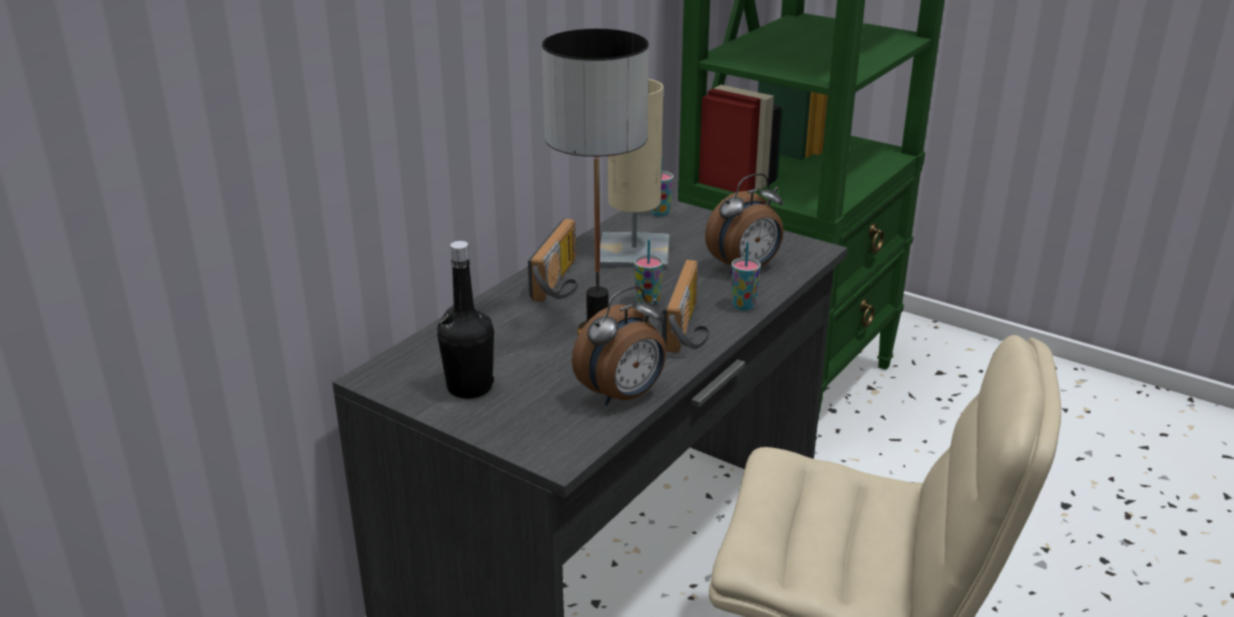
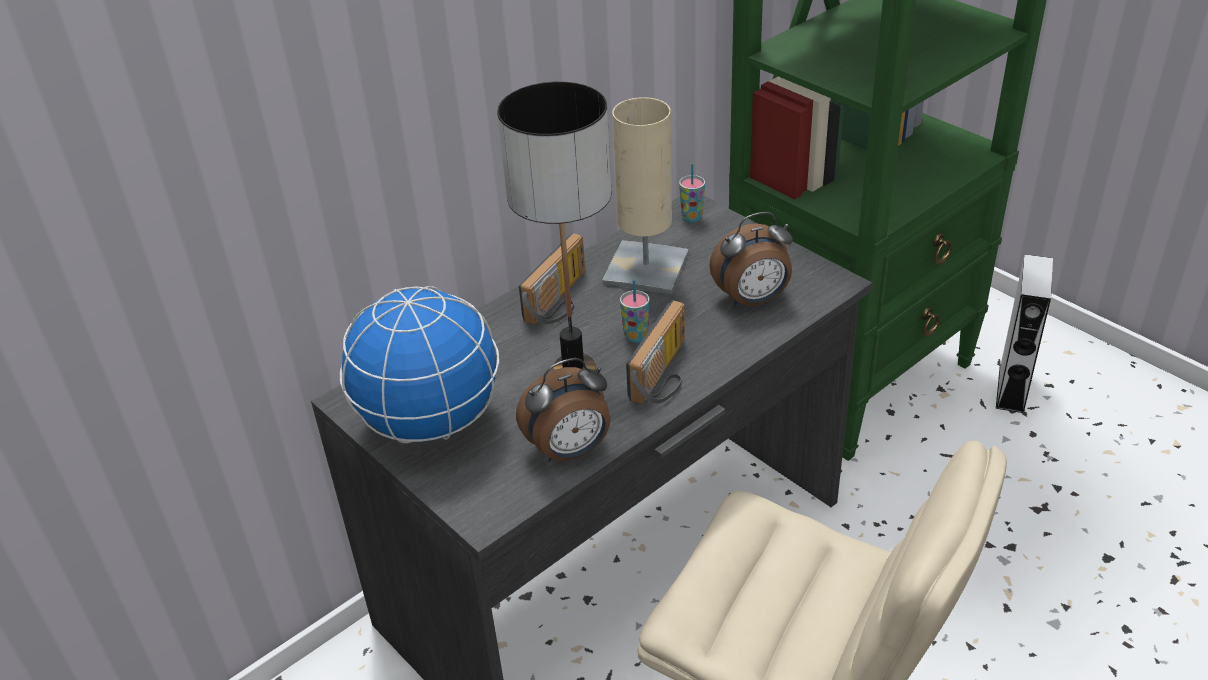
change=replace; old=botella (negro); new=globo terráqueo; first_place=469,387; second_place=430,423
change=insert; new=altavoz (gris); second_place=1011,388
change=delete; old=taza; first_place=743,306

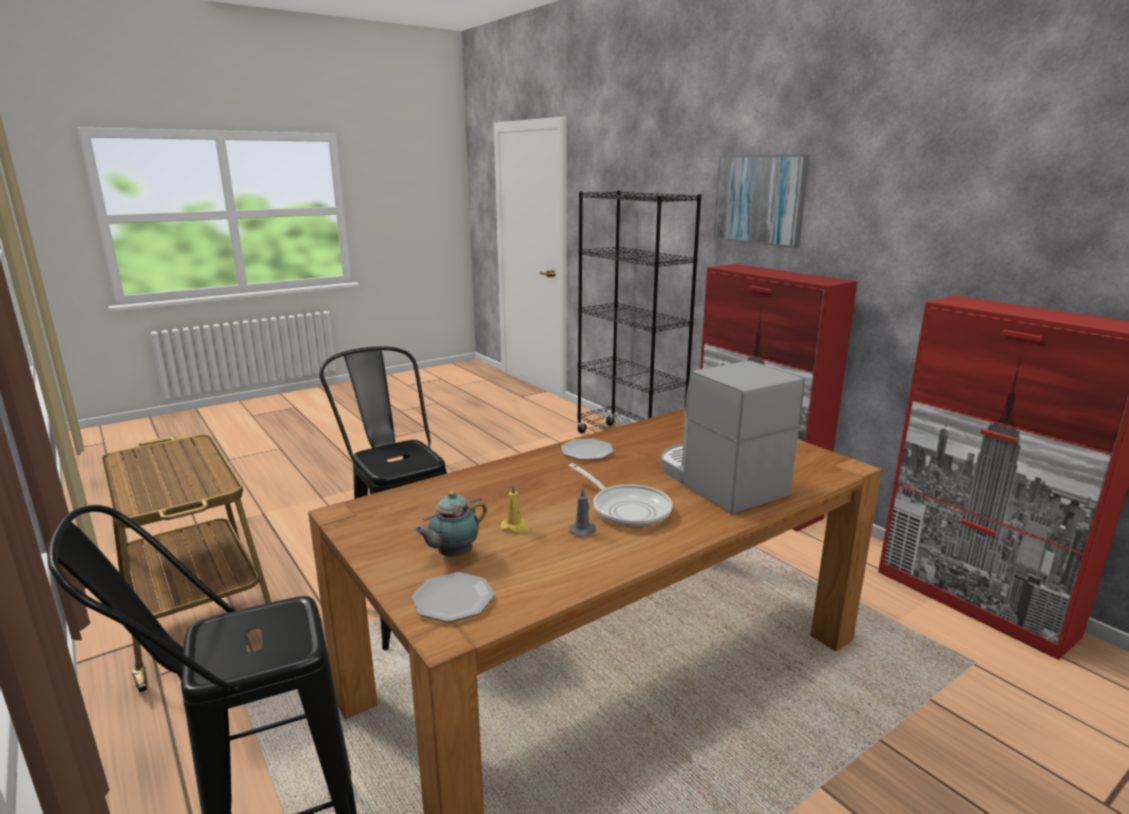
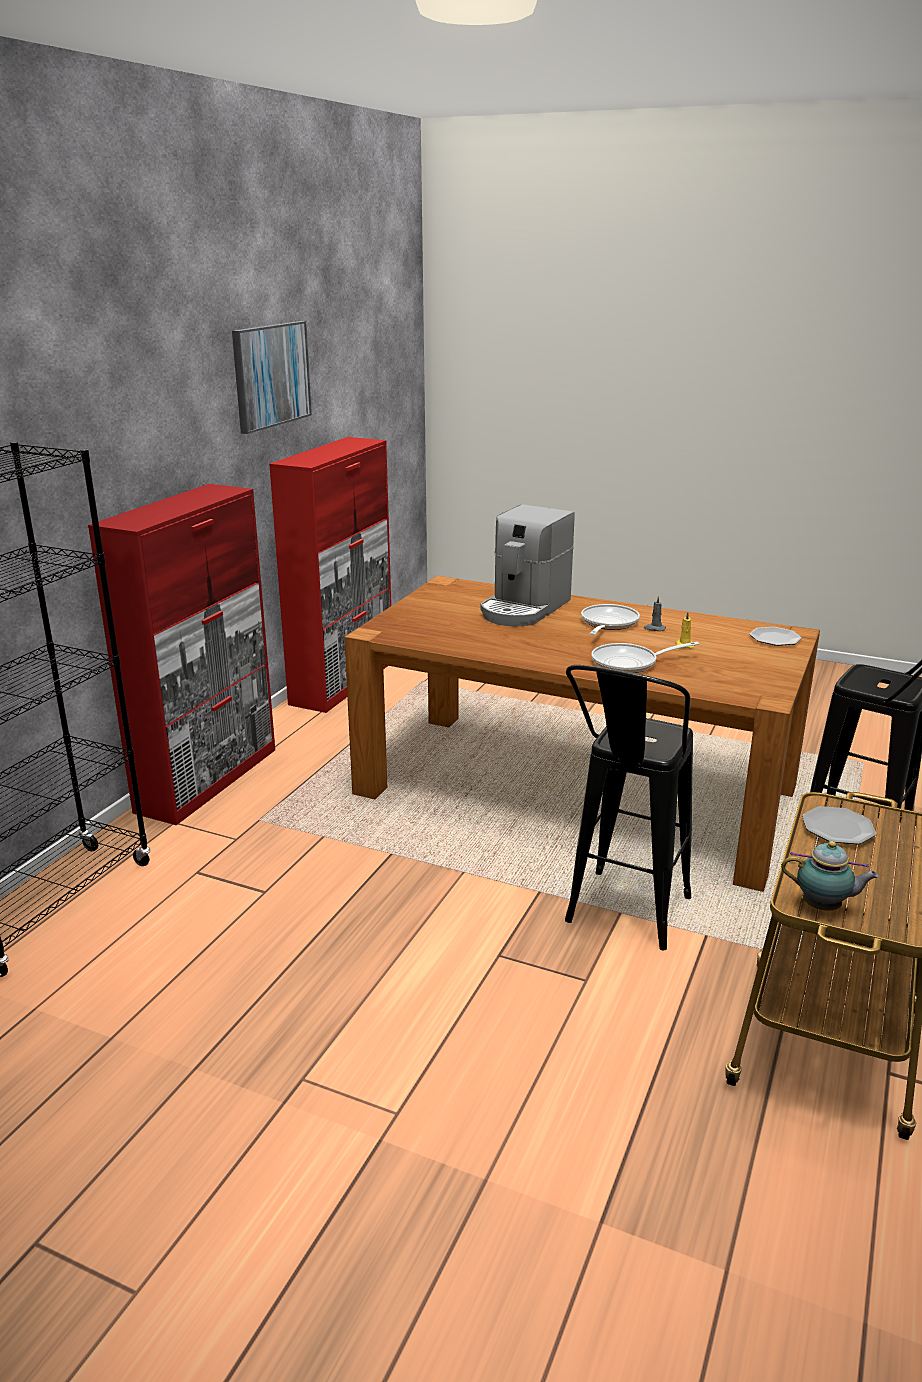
change=move; old=cuadro; first_place=760,199; second_place=271,375
change=insert; new=sartén; second_place=629,663
change=move; old=tetera; first_place=453,555; second_place=824,907
change=move; old=plato; first_place=586,451; second_place=838,828

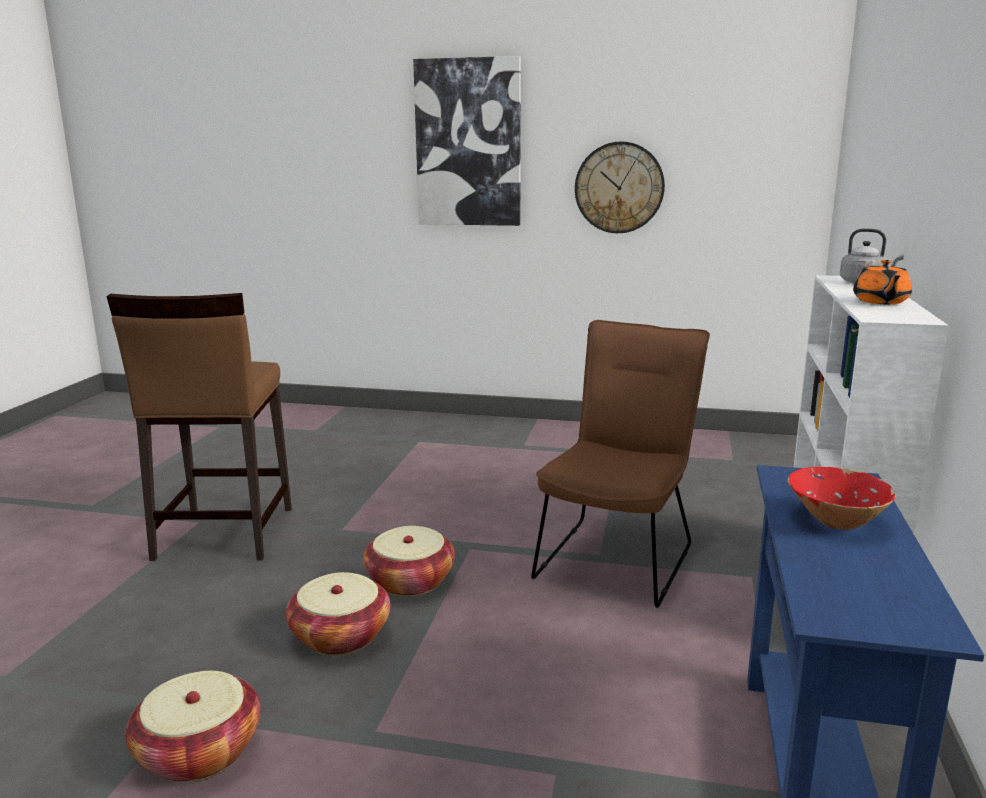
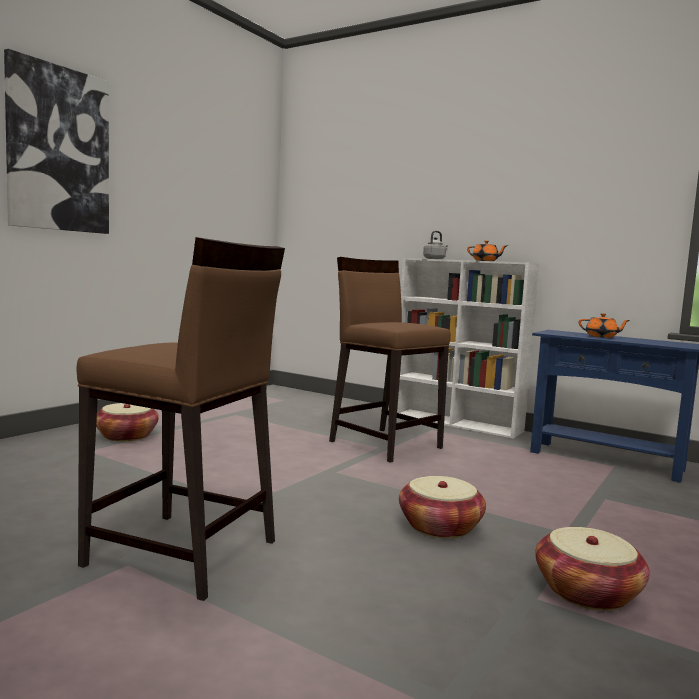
change=move; old=cesta; first_place=410,581; second_place=126,436
change=replace; old=silla (marrón); new=taburete (marrón); first_place=619,556; second_place=385,444
change=replace; old=cuenco (rojo); new=tetera (naranja); first_place=836,520; second_place=602,336
change=delete; old=reloj de pared; first_place=619,187

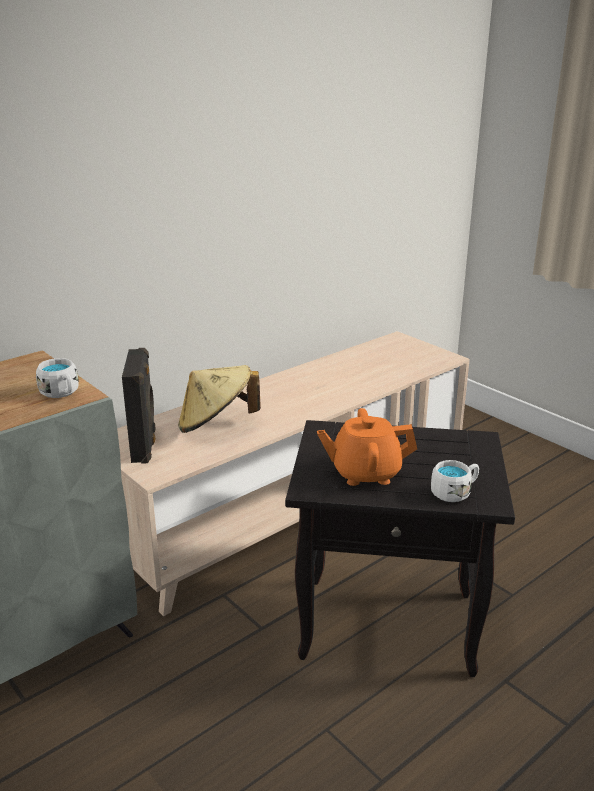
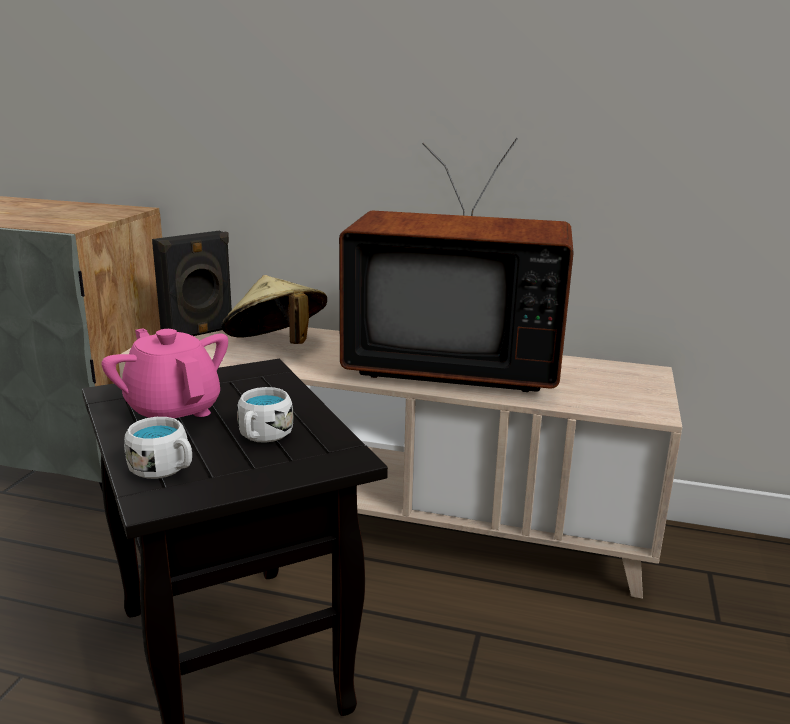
change=recolor; old=tetera (naranja); new=tetera (rosa); first_place=365,473; second_place=173,410
change=move; old=taza grande (blanco); first_place=61,393; second_place=262,436
change=insert; new=televisor; second_place=452,366

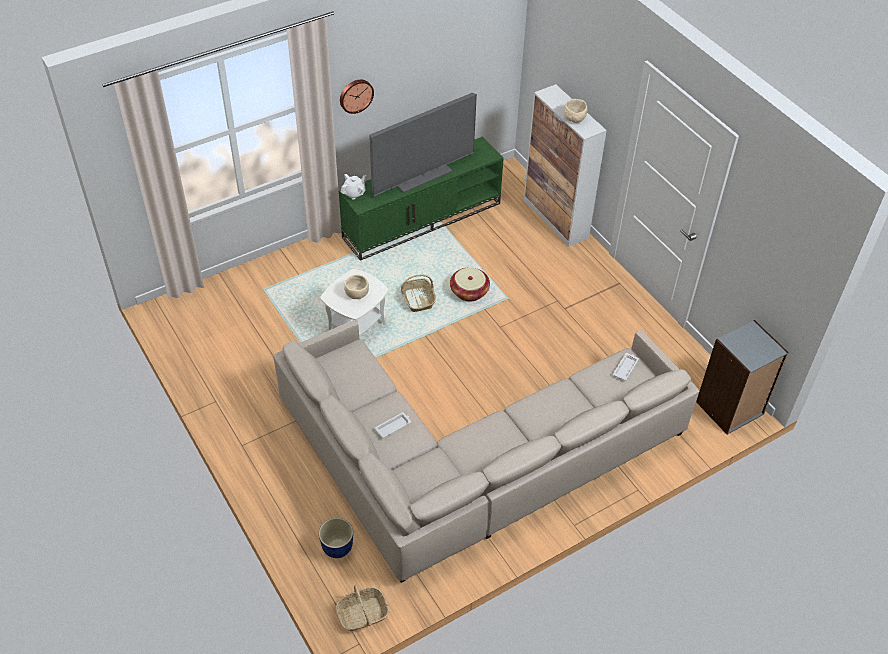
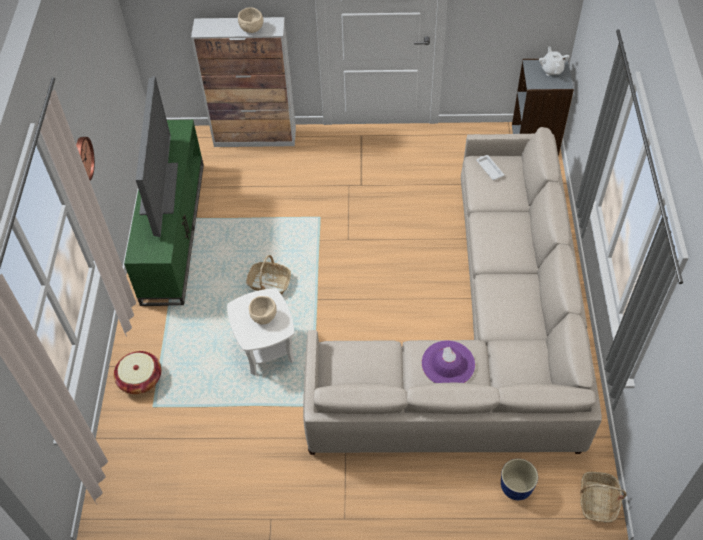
change=move; old=cesta; first_place=469,291; second_place=140,379
change=replace; old=bandeja (blanco); new=sombrero (morado); first_place=393,426; second_place=448,363
change=move; old=tetera (blanco); first_place=354,193; second_place=551,70

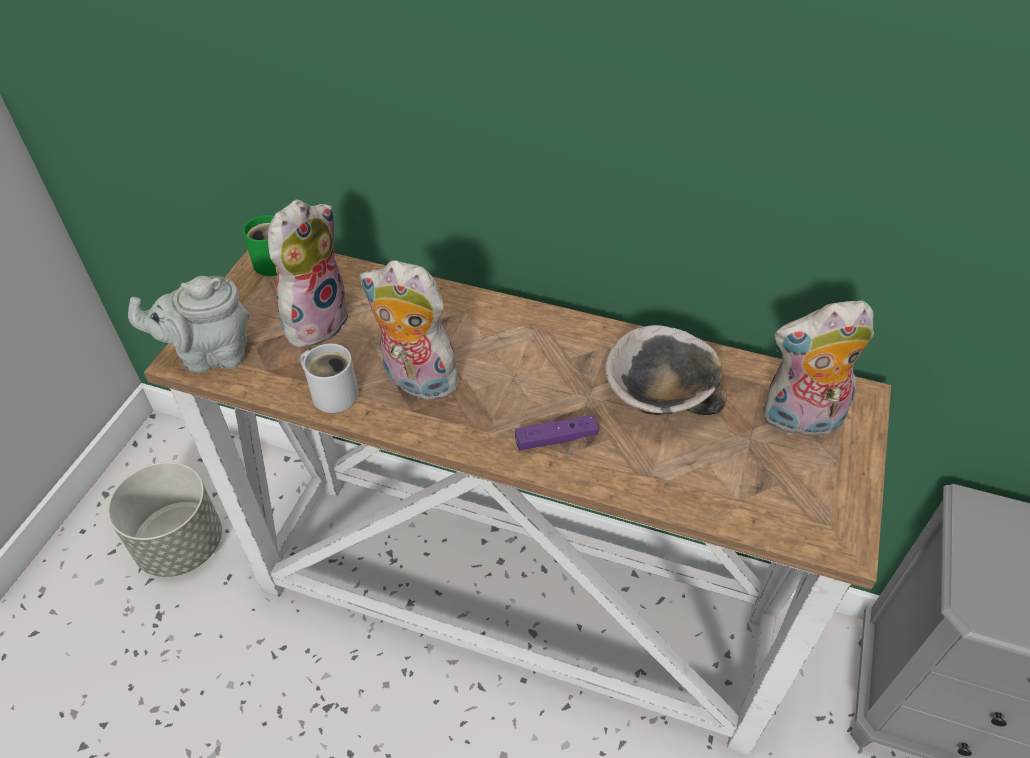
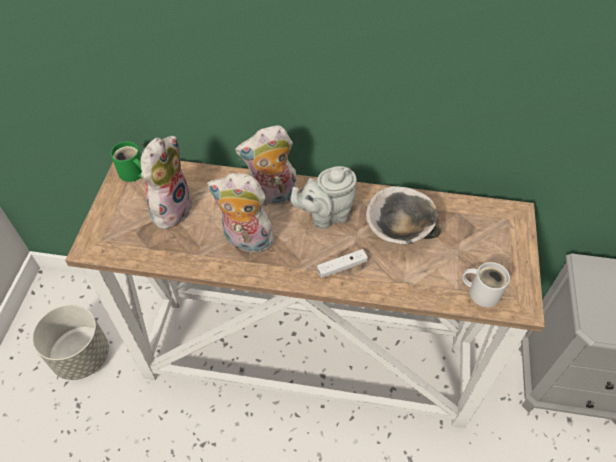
change=move; old=peluche; first_place=800,421; second_place=272,197
change=move; old=tetera (gris); first_place=210,355; second_place=326,215
change=recolor; old=mando de consola (morado); new=mando de consola (blanco); first_place=556,439; second_place=342,267
change=move; old=taza grande (blanco); first_place=333,392; second_place=481,291

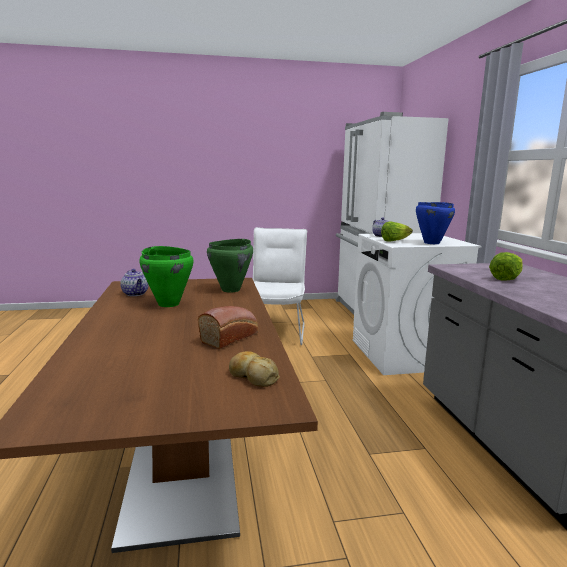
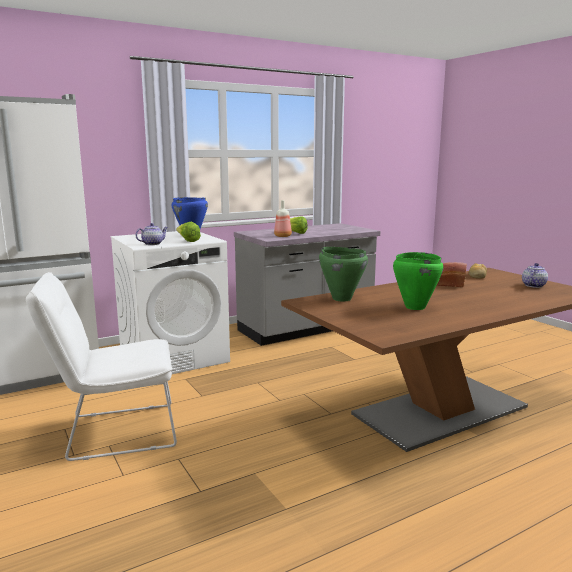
change=insert; new=botella; second_place=283,236
change=move; old=tetera; first_place=135,294; second_place=533,285

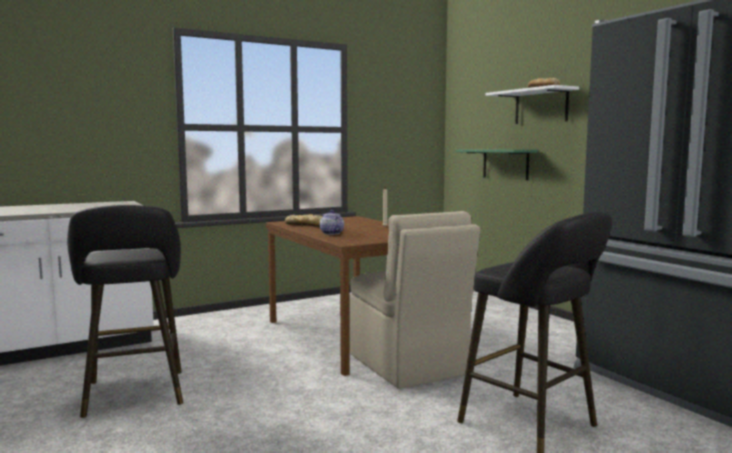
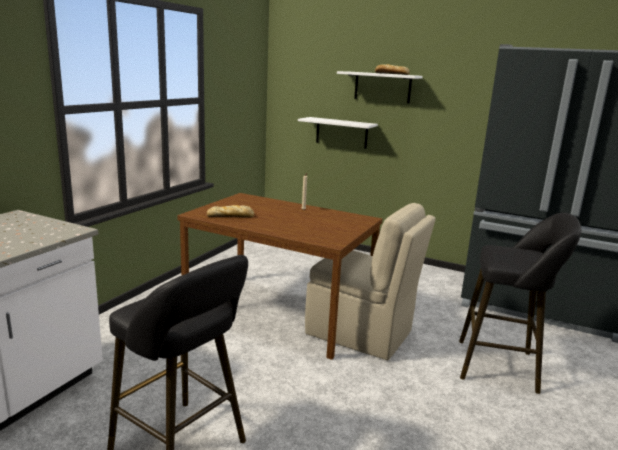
change=recolor; old=estante (verde); new=estante (blanco); first_place=505,164; second_place=341,132
change=delete; old=tetera; first_place=331,233

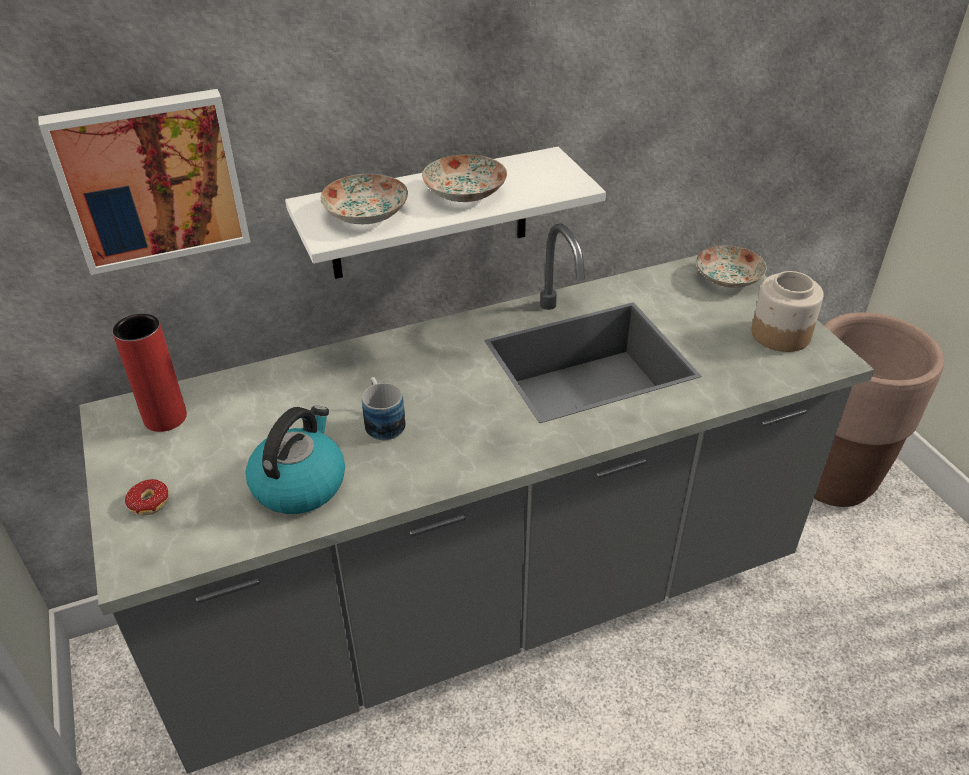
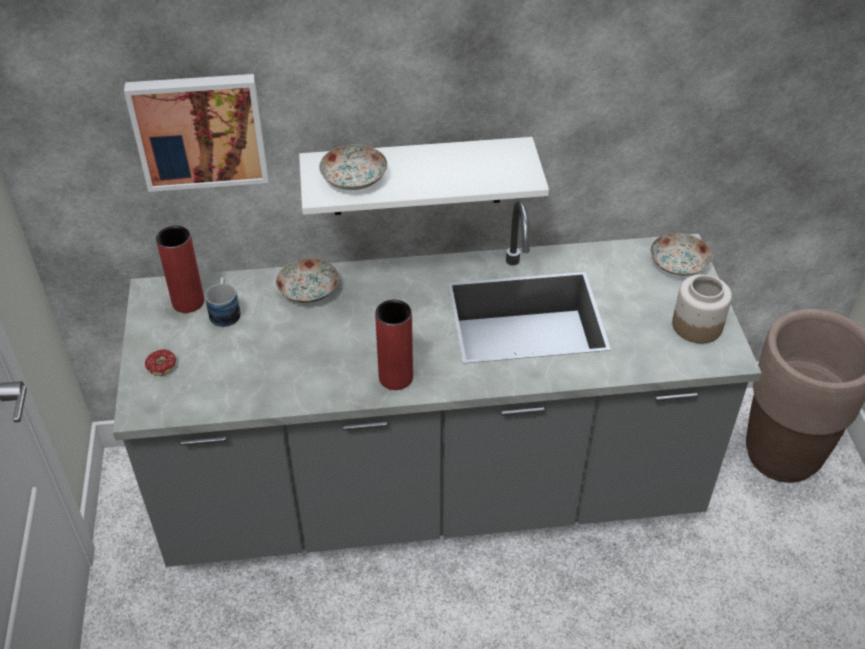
change=move; old=taza grande; first_place=382,421; second_place=225,311
change=move; old=plato; first_place=465,193; second_place=308,291
change=insert; new=florero (rojo); second_place=396,377
change=delete; old=hervidor; first_place=299,483

